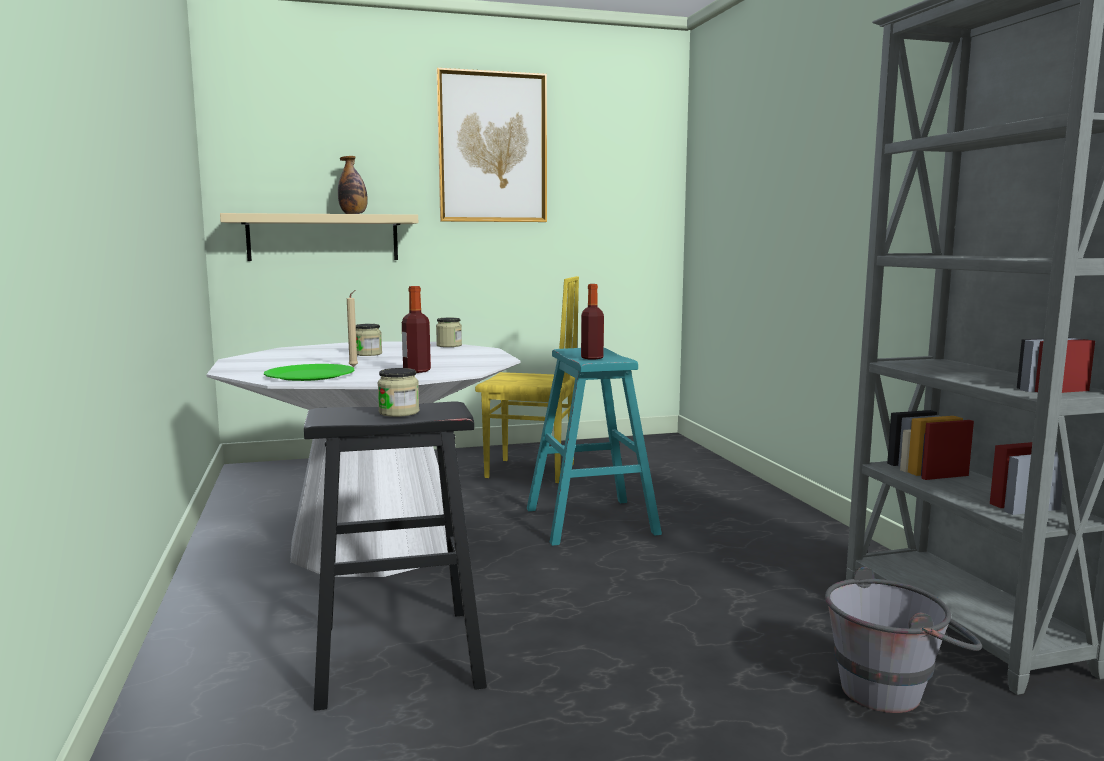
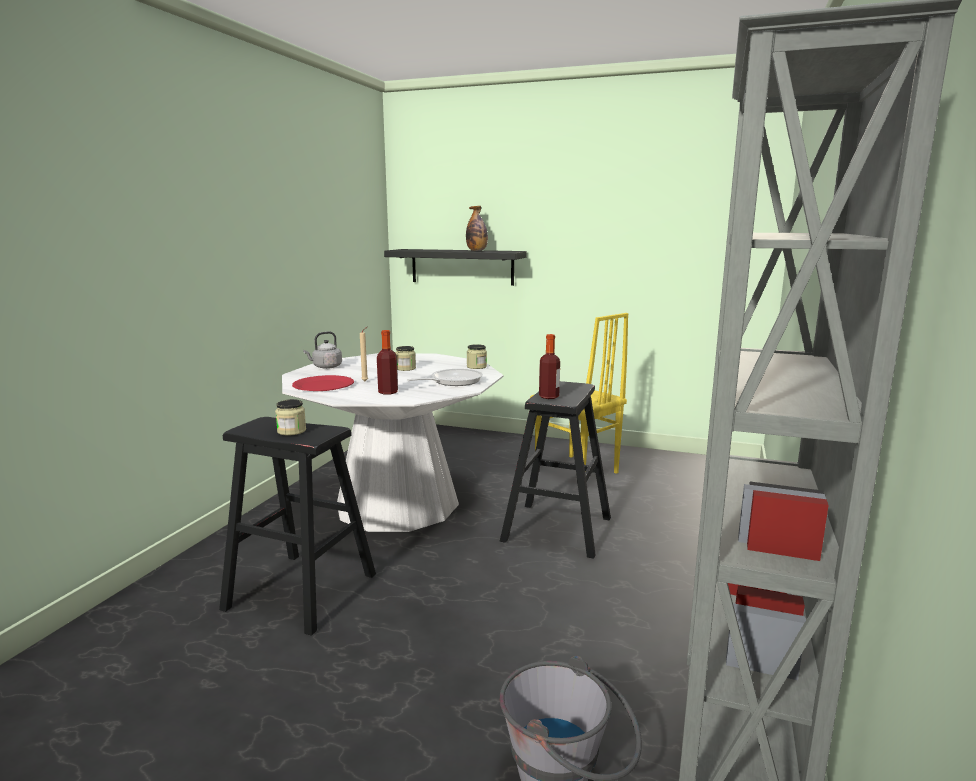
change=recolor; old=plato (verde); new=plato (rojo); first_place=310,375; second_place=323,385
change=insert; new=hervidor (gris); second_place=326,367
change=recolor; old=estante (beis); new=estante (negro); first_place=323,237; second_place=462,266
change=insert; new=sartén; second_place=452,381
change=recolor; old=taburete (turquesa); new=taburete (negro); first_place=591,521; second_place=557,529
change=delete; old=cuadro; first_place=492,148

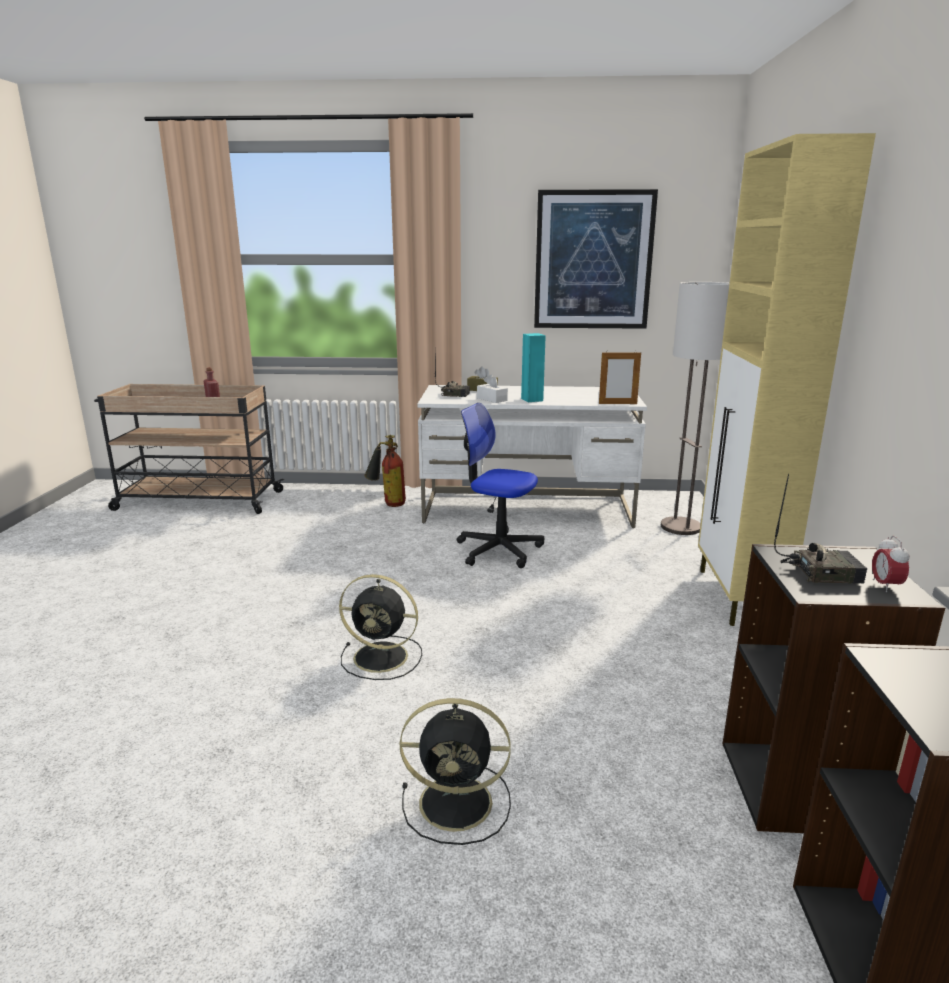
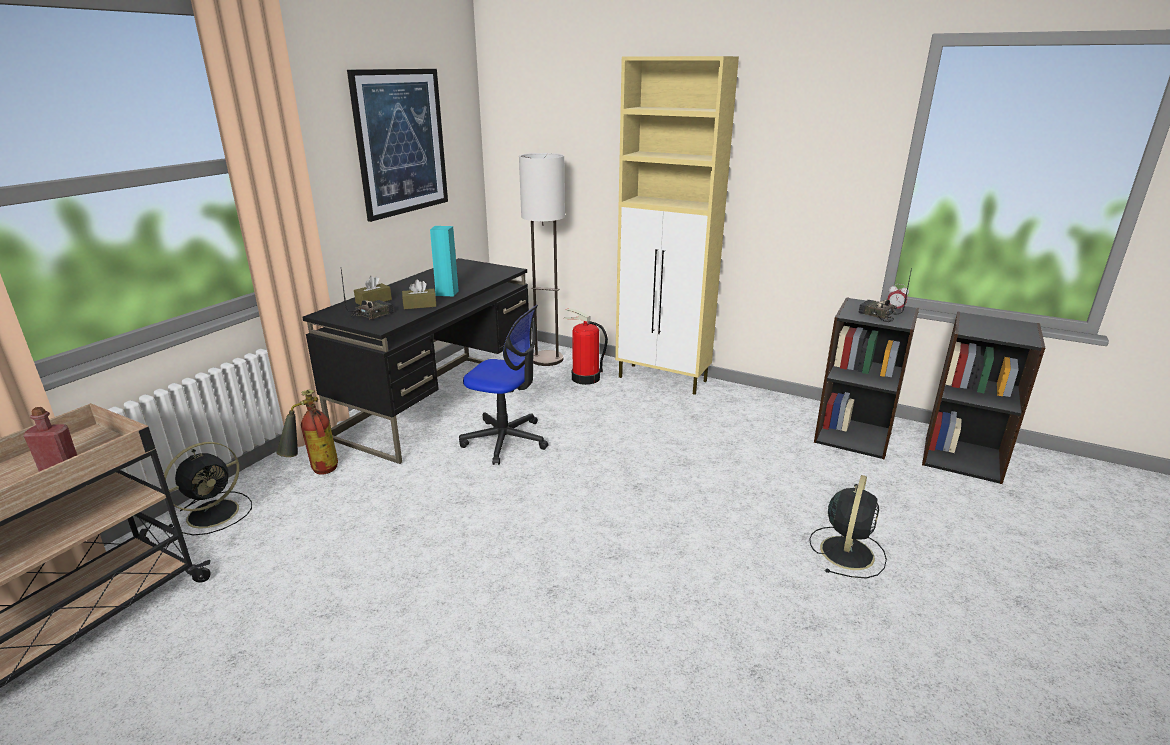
change=move; old=ventilador (negro); first_place=383,657; second_place=215,512
change=recolor; old=escritorio (blanco); new=escritorio (negro); first_place=528,509; second_place=439,403
change=recolor; old=caja de pañuelos (blanco); new=caja de pañuelos (marrón); first_place=492,399; second_place=420,305
change=rotate; old=silla de oficina; first_place=498,550; second_place=505,440; degrees=-120
change=insert; new=extintor; second_place=585,378
change=rotate; old=radio; first_place=821,572; second_place=876,315; degrees=-75
change=delete; old=portarretratos; first_place=617,404

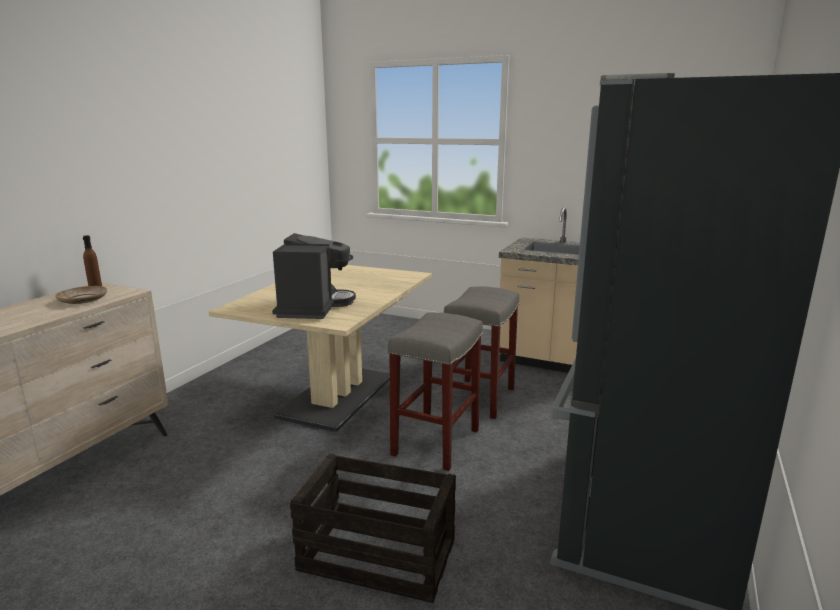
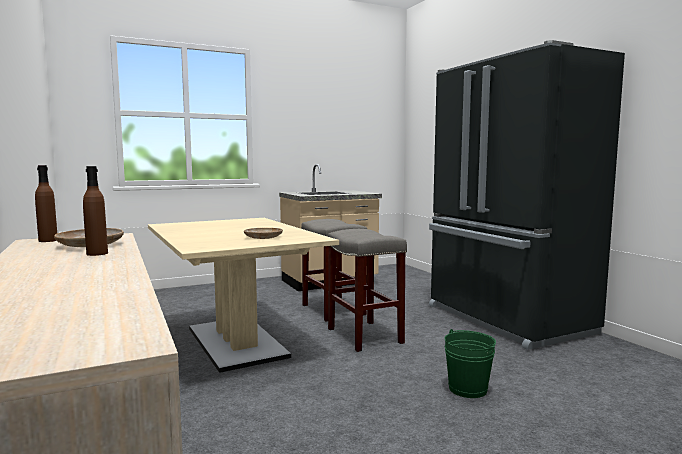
change=insert; new=botella (marrón); second_place=97,253
change=replace; old=cafetera; new=plato (beis); first_place=313,307; second_place=263,237
change=replace; old=caja de embalaje; new=cubo (verde); first_place=376,555; second_place=468,389

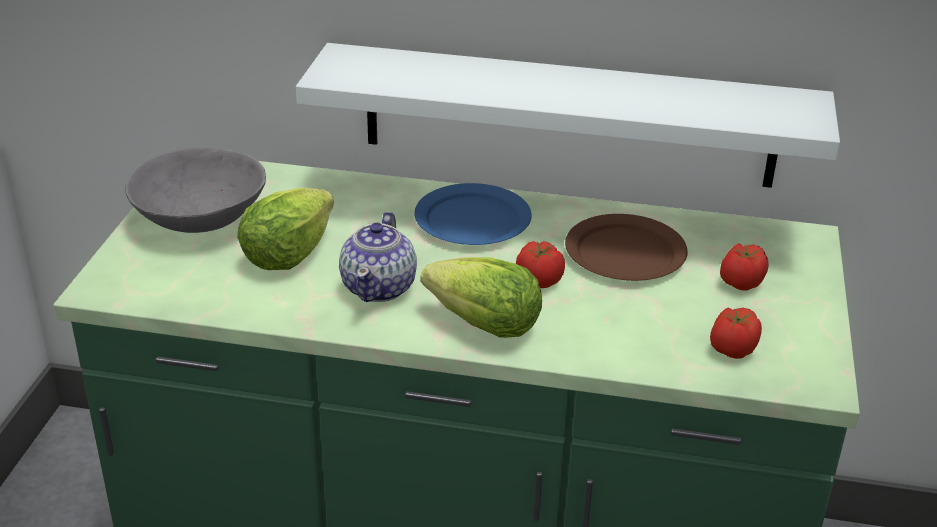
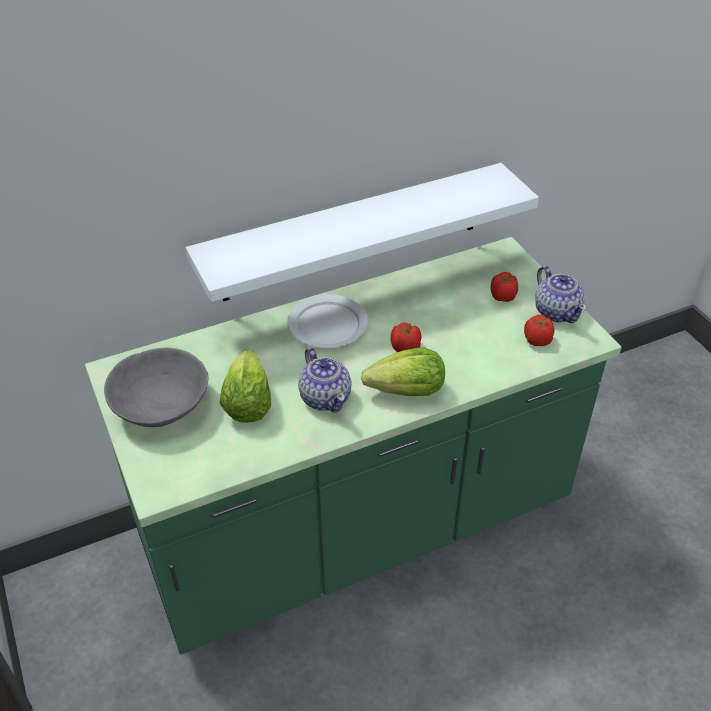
change=recolor; old=plato (azul); new=plato (blanco); first_place=473,220; second_place=328,324
change=insert; new=tetera; second_place=557,312
change=delete; old=plato (marrón); first_place=626,253

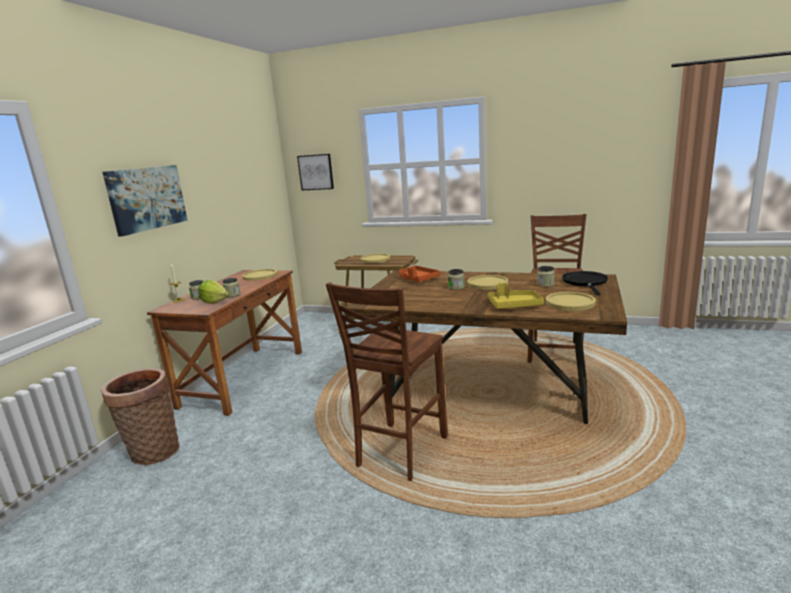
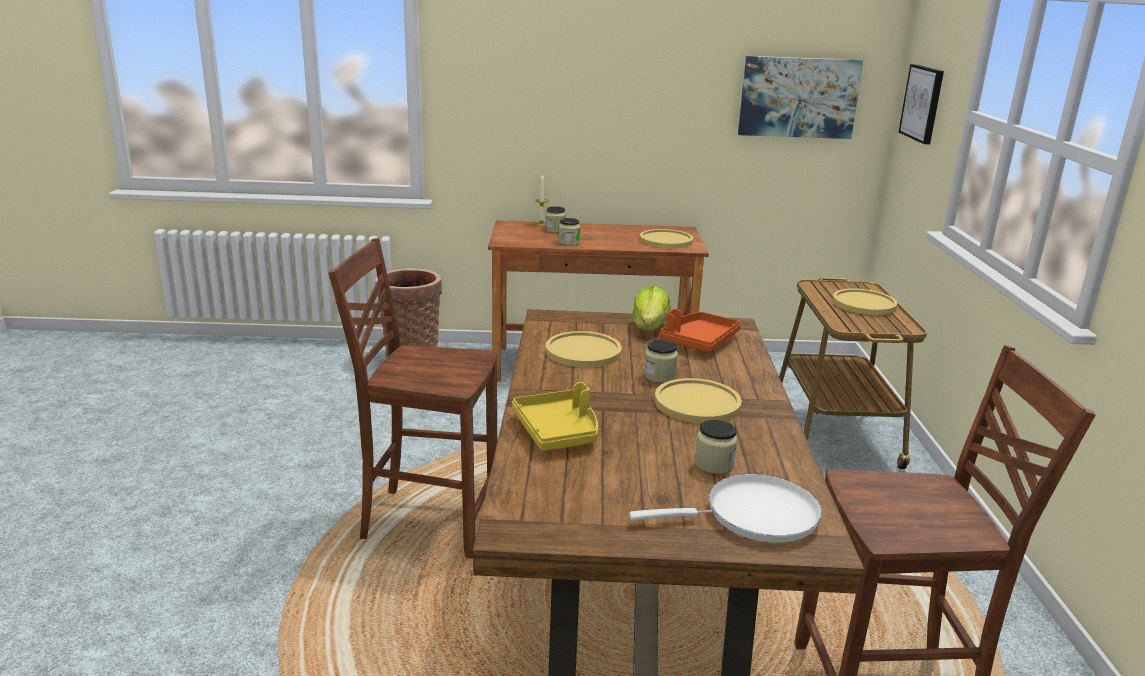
change=move; old=plato (amarillo); first_place=570,302; second_place=583,351
change=recolor; old=sartén (negro); new=sartén (blanco); first_place=585,282; second_place=753,515
change=move; old=lechuga; first_place=214,302; second_place=650,327
change=move; old=cuadro; first_place=147,198; second_place=798,97

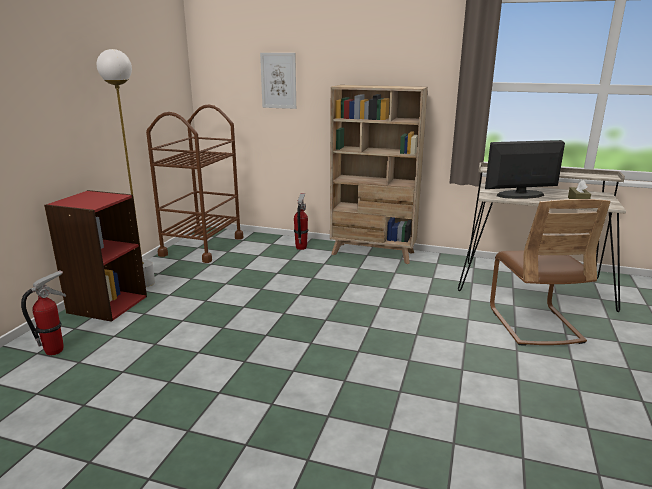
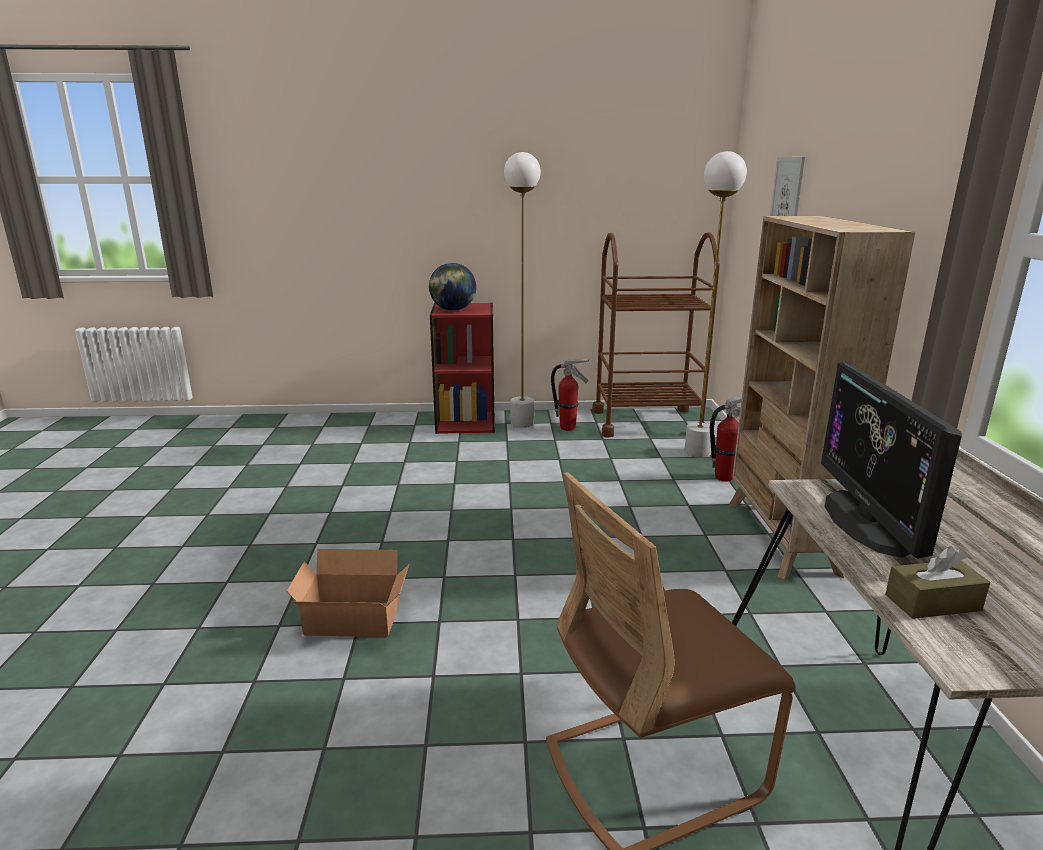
change=insert; new=caja de cartón; second_place=354,621
change=insert; new=globo terráqueo; second_place=453,310
change=move; old=extintor; first_place=55,350; second_place=568,428
change=insert; new=lámpara de pie (blanco); second_place=697,452
change=rotate; old=monitor; first_place=520,195; second_place=868,522; degrees=-150

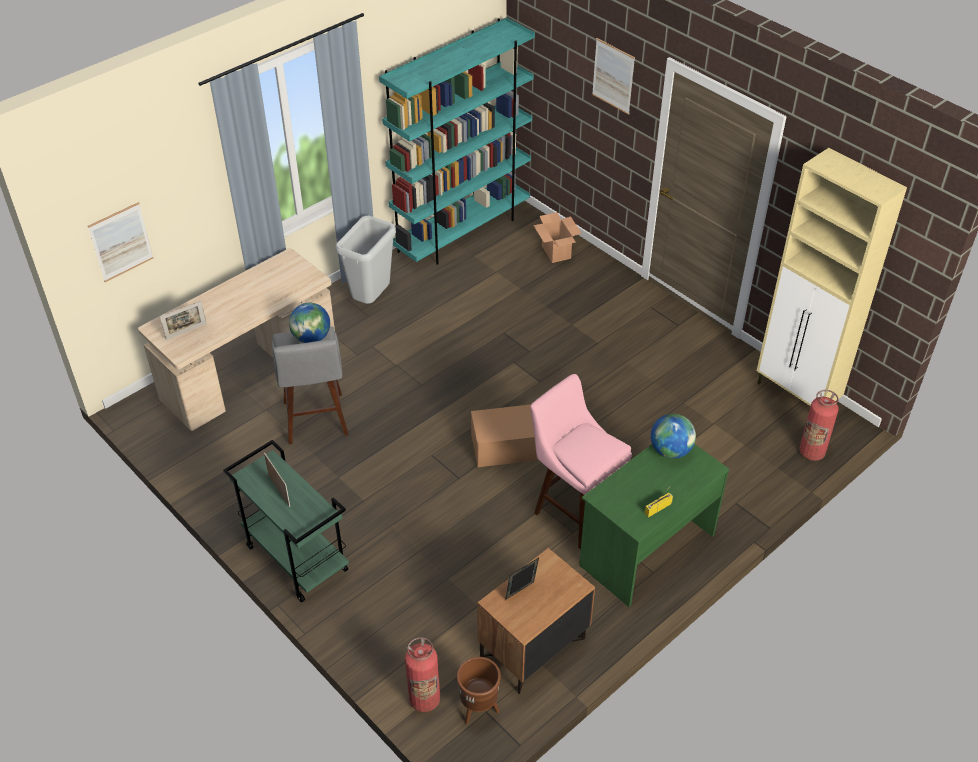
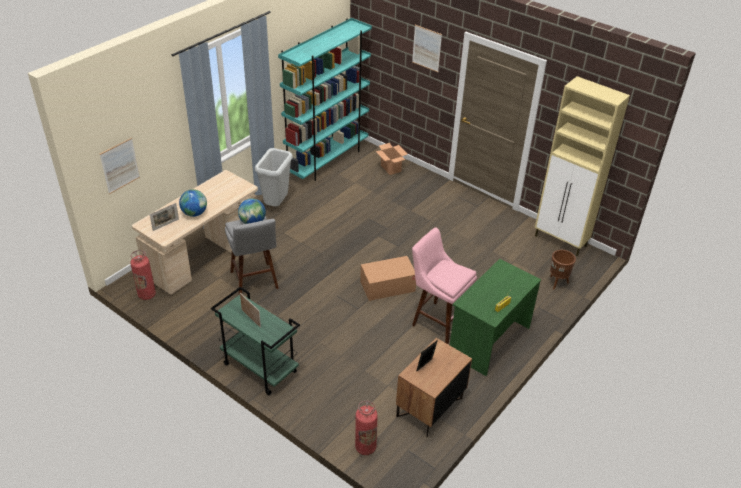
change=move; old=extintor; first_place=811,452; second_place=147,295
change=move; old=globo terráqueo; first_place=670,450; second_place=194,213
change=move; old=maceta (marrón); first_place=479,709; second_place=557,283

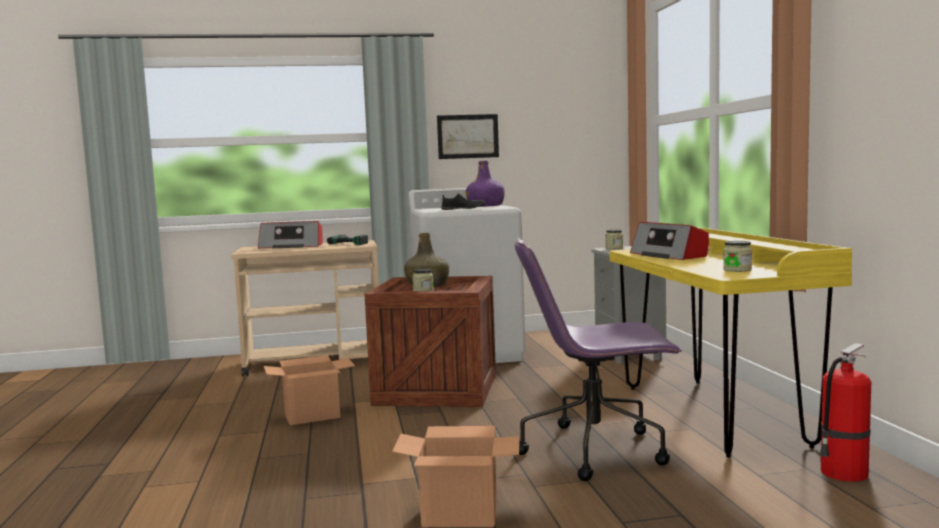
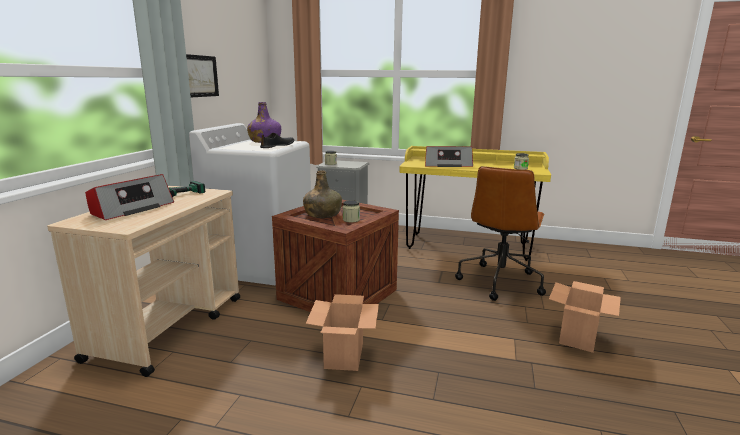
change=recolor; old=silla de oficina (morado); new=silla de oficina (marrón); first_place=596,450; second_place=500,281
change=delete; old=extintor; first_place=842,473

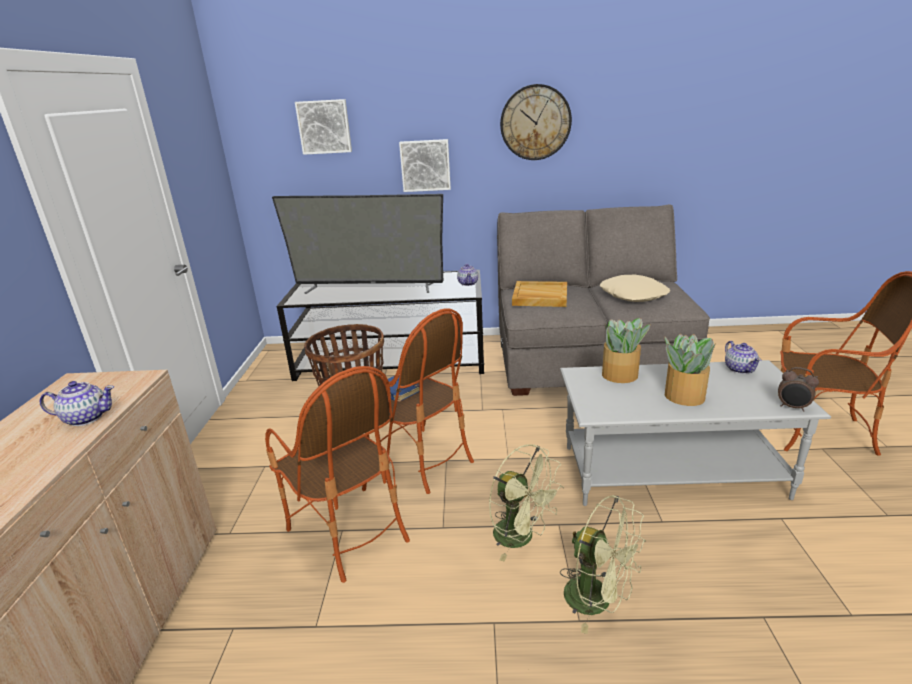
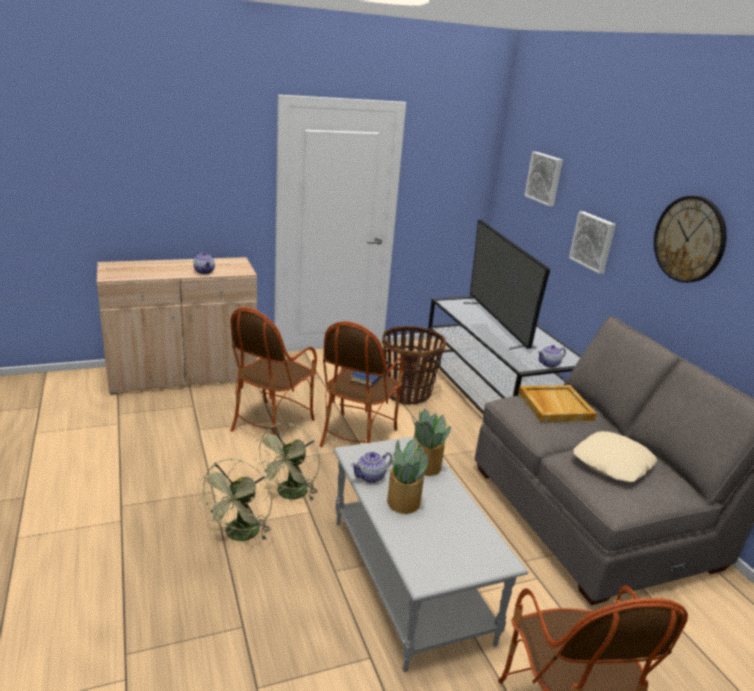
change=move; old=tetera; first_place=739,369; second_place=371,477
change=delete; old=despertador; first_place=792,407

